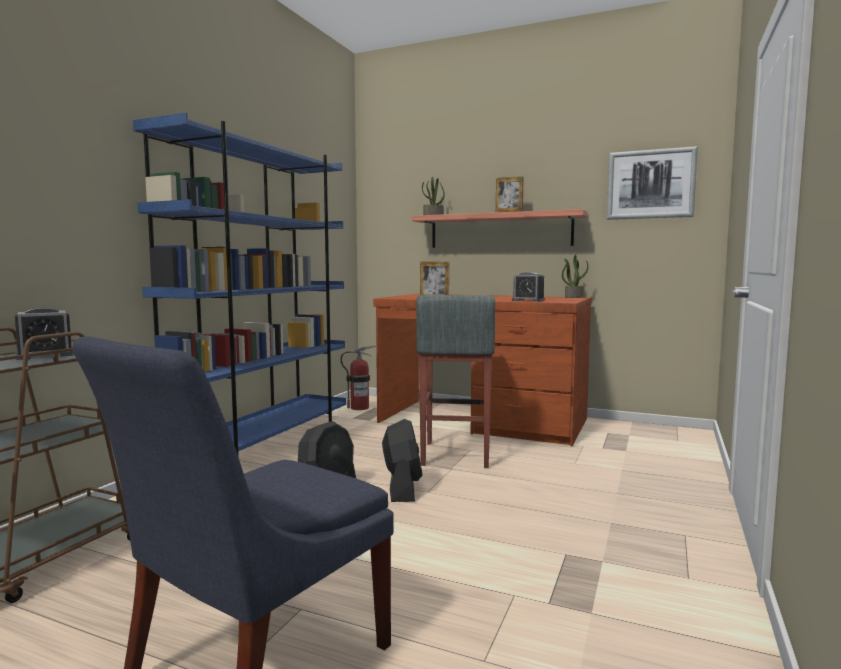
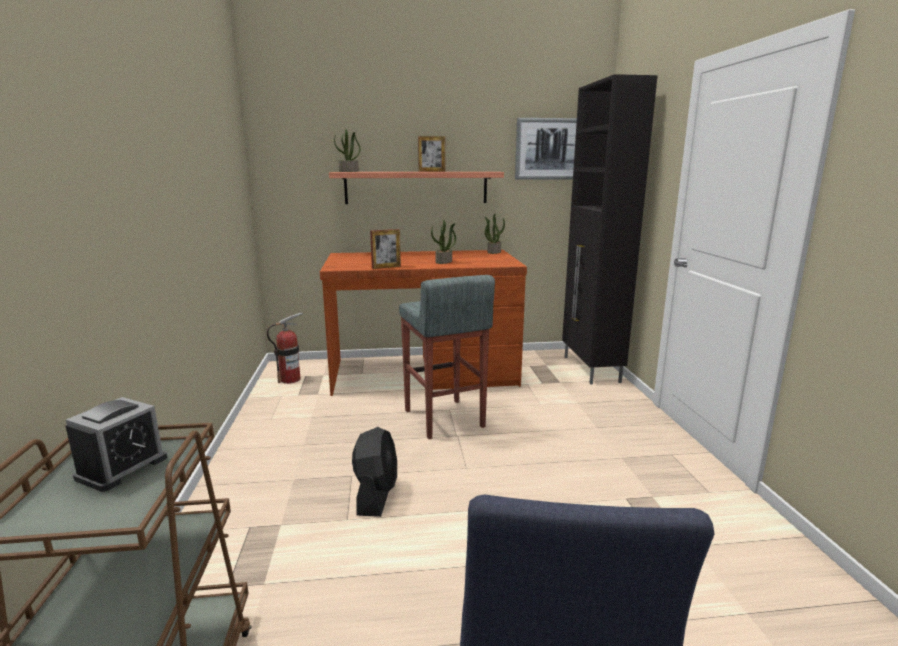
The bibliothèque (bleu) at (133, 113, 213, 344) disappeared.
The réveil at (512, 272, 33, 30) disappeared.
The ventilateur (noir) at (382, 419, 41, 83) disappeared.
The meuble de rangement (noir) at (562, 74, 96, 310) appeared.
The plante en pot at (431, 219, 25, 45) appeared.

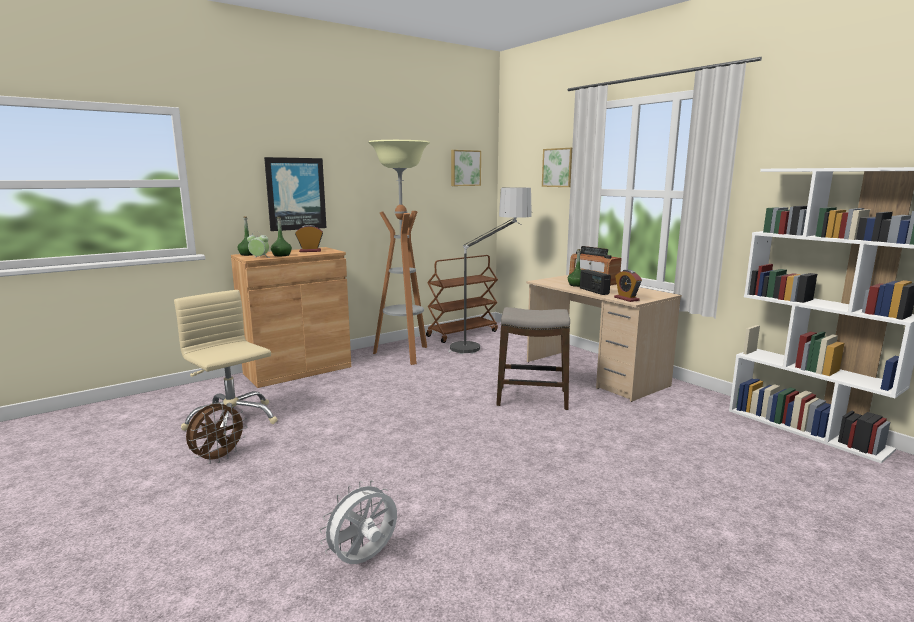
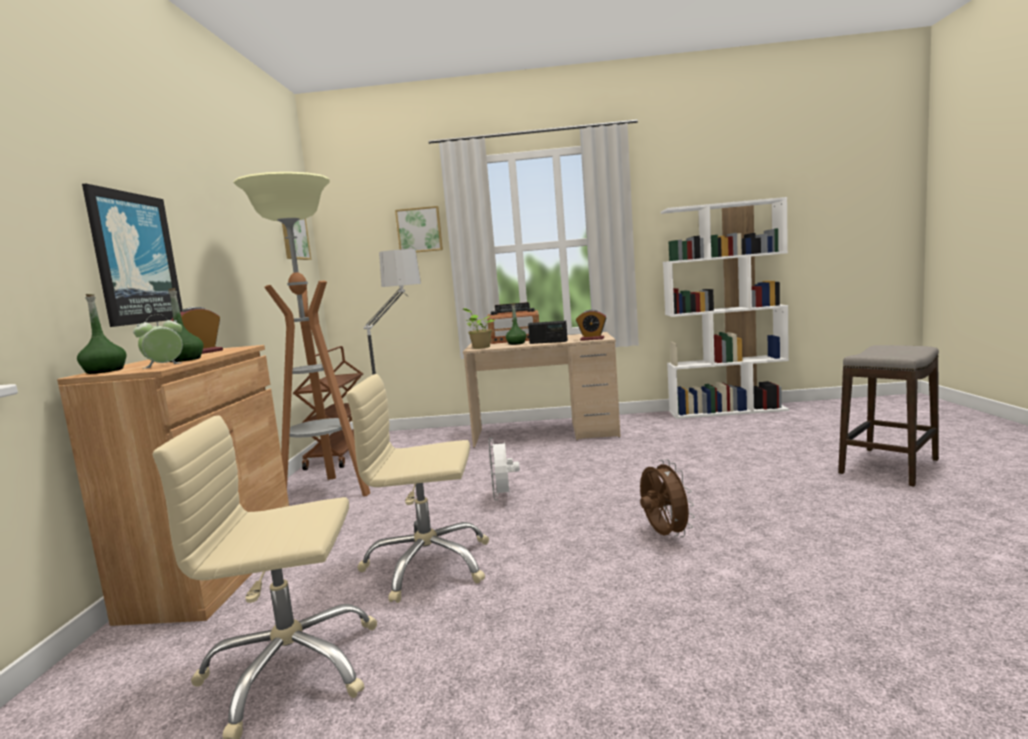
The tabouret moved from (496, 307, 74, 103) to (838, 345, 101, 142).
The ventilateur (marron) moved from (186, 403, 61, 61) to (640, 459, 55, 79).
The ventilateur (blanc) moved from (319, 480, 78, 84) to (489, 437, 31, 63).
The plante en pot at (463, 308, 32, 41) appeared.
The chaise de bureau (beige) at (346, 374, 143, 229) appeared.

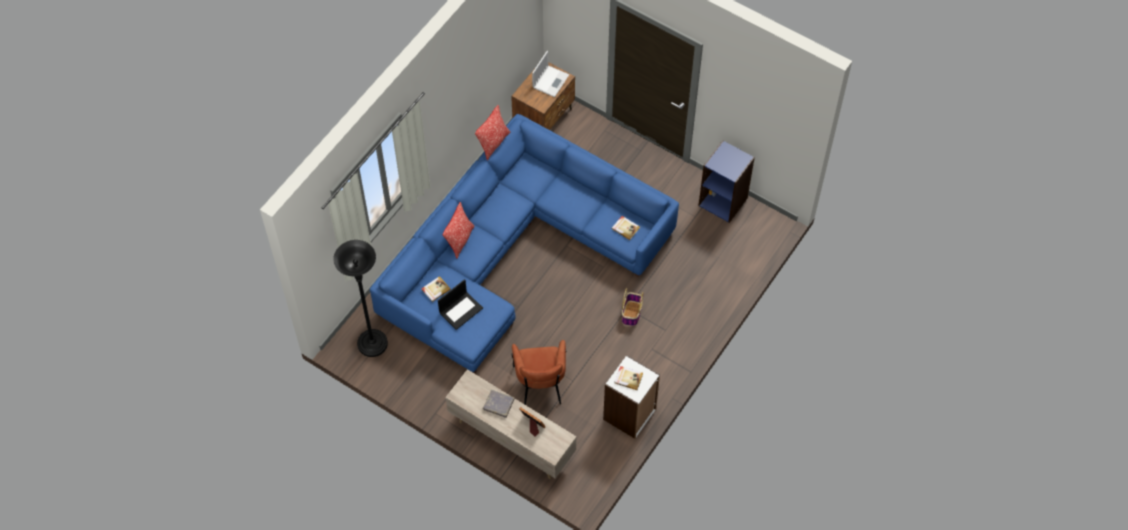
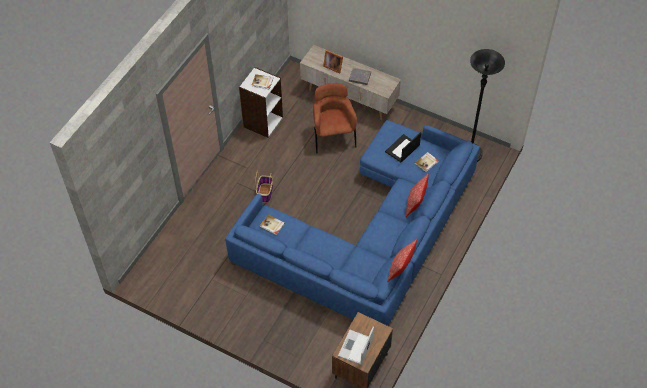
The bibliothèque (bleu) at (698, 140, 57, 83) disappeared.

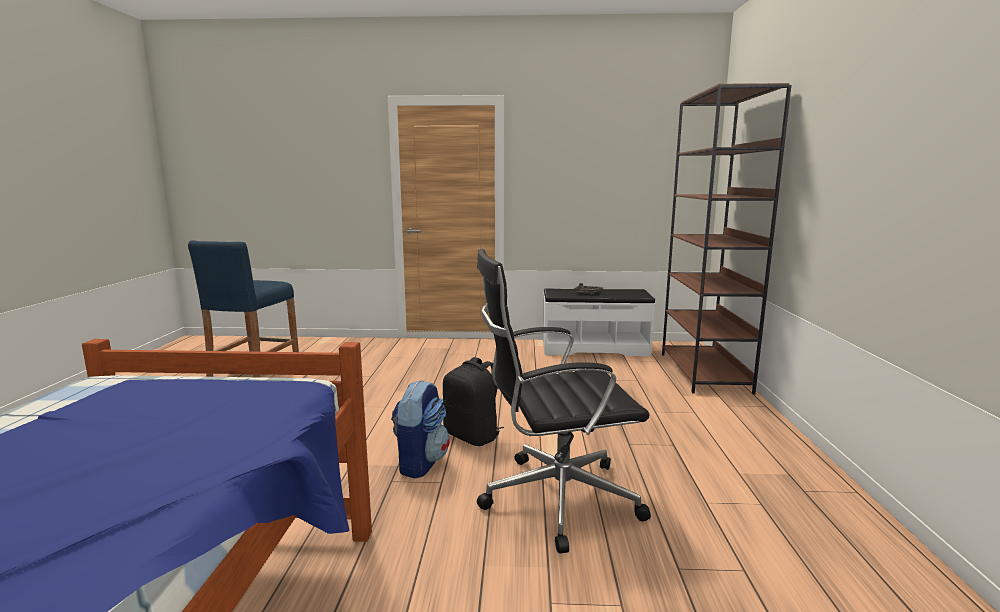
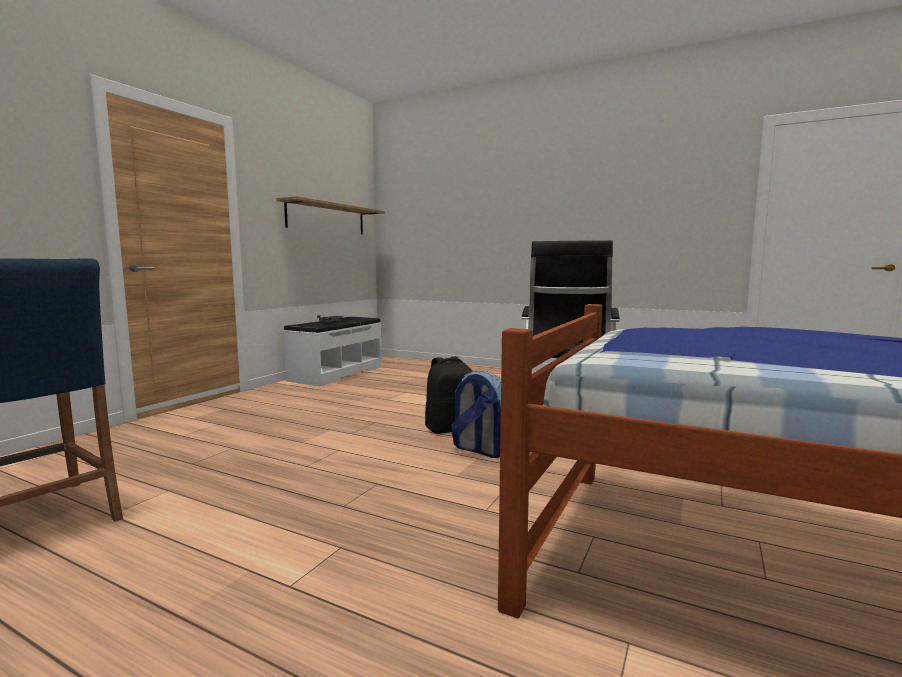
The bibliothèque (marron) at (662, 83, 129, 312) disappeared.
The étagère at (276, 196, 109, 39) appeared.

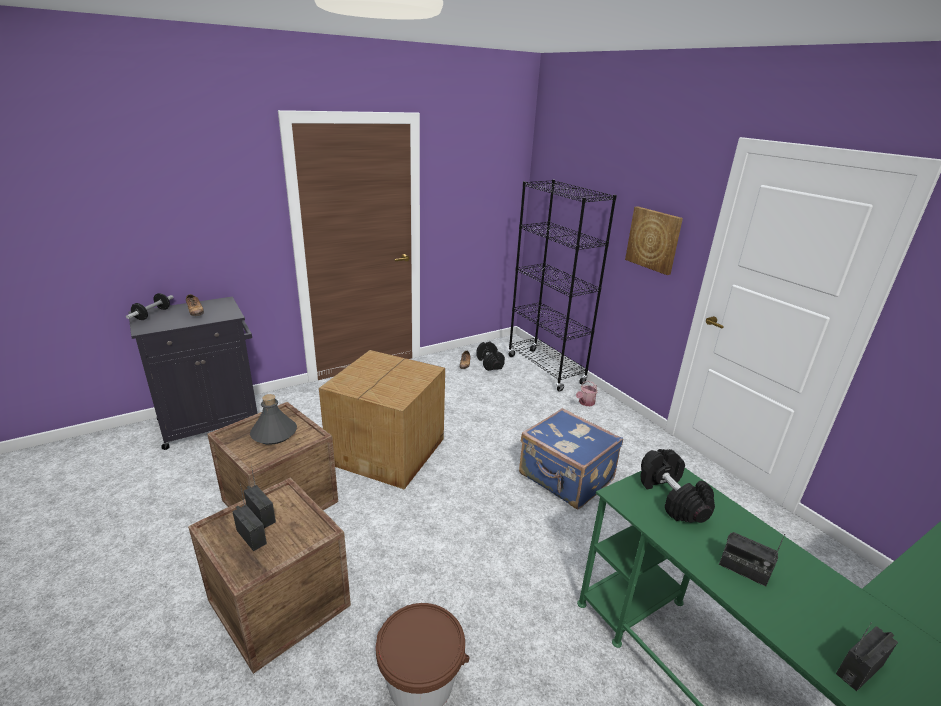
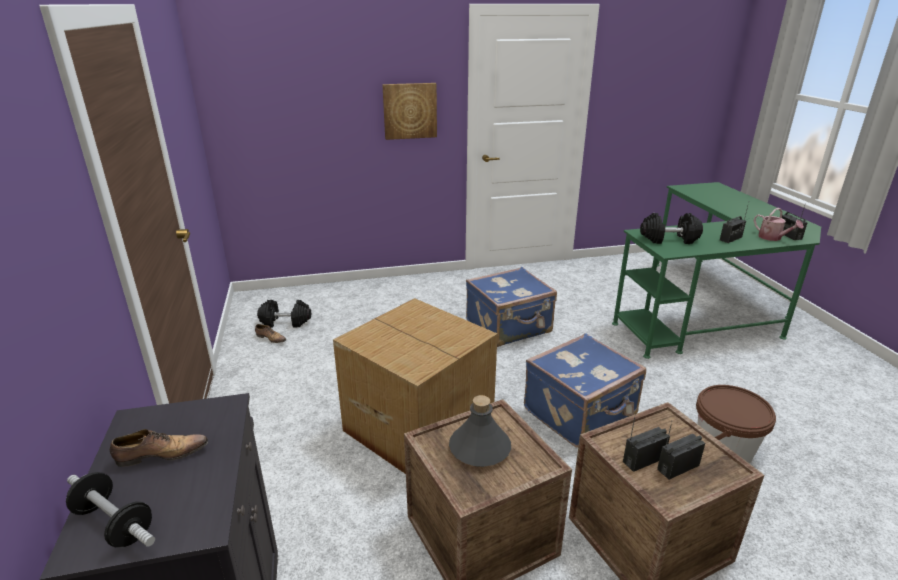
The bibliothèque (noir) at (508, 179, 109, 213) disappeared.
The arrosoir moved from (576, 380, 22, 26) to (754, 208, 50, 33).
The valise (bleu) at (524, 333, 122, 115) appeared.

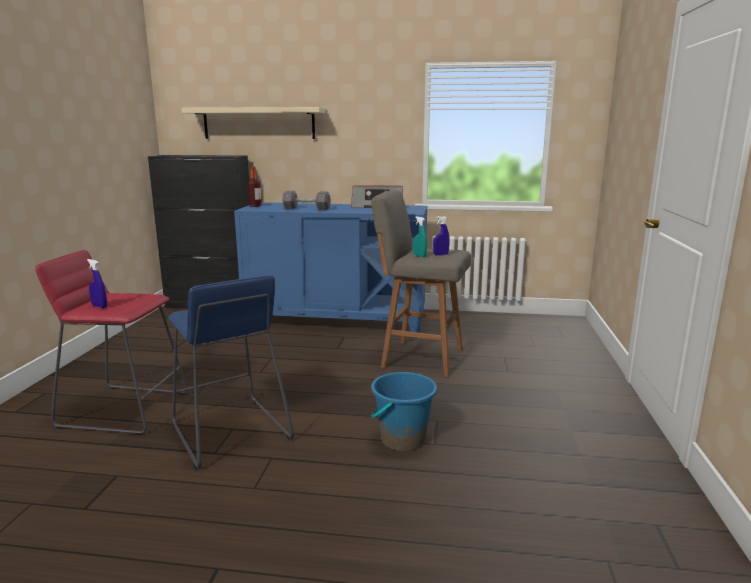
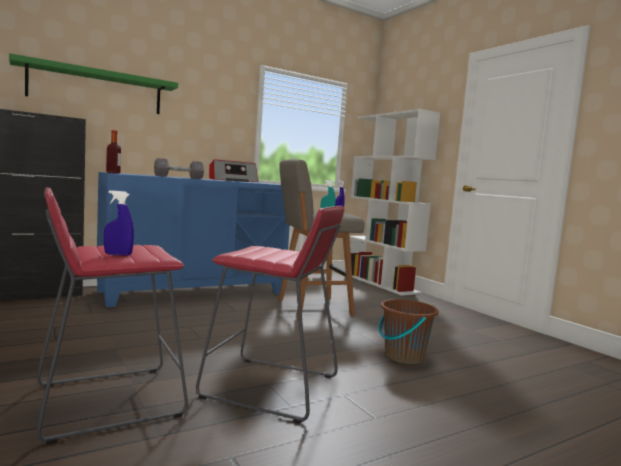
The étagère (beige) at (181, 107, 144, 32) became the étagère (vert) at (9, 53, 169, 61).
The tabouret (bleu) at (168, 275, 126, 194) became the tabouret (rouge) at (196, 206, 149, 217).
The seau (bleu) at (370, 372, 67, 79) became the seau (marron) at (378, 299, 61, 65).
The bibliothèque (blanc) at (345, 109, 95, 187) appeared.

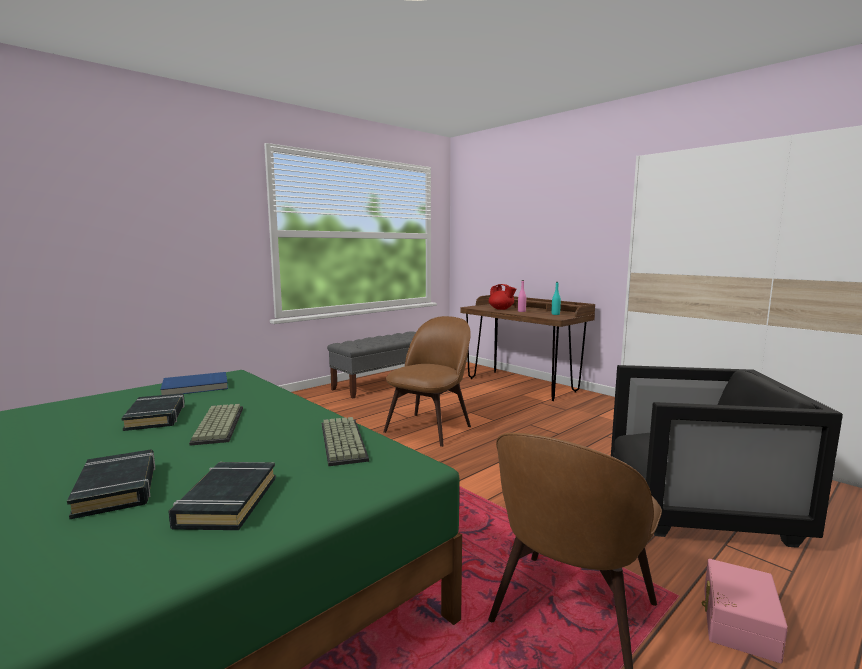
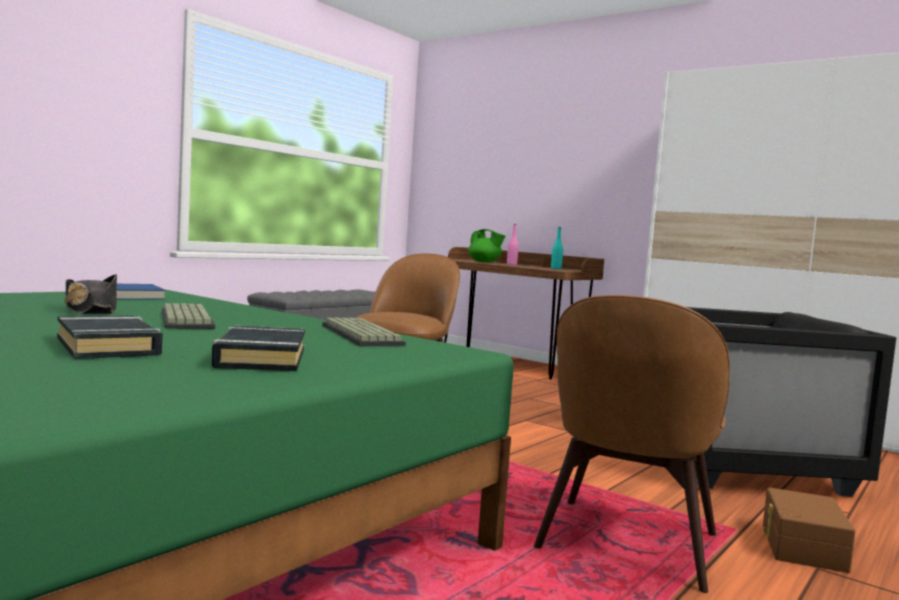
The théière (rouge) at (489, 284, 27, 26) became the théière (vert) at (468, 229, 37, 34).
The livre (noir) at (121, 393, 64, 38) was replaced by the chapeau (noir) at (64, 274, 53, 40).
The boîte de rangement (rose) at (702, 559, 86, 104) became the boîte de rangement (marron) at (763, 487, 93, 86).

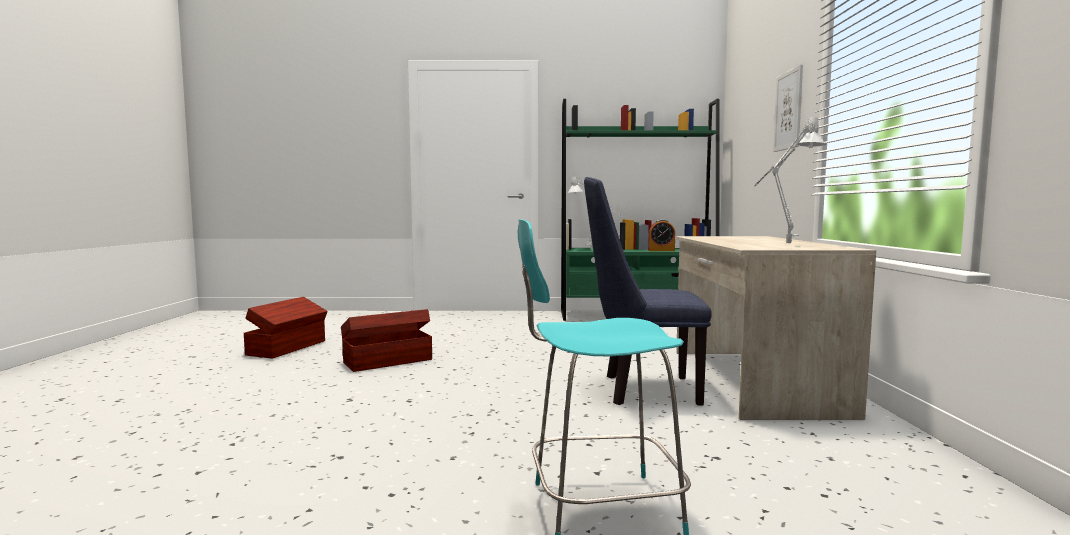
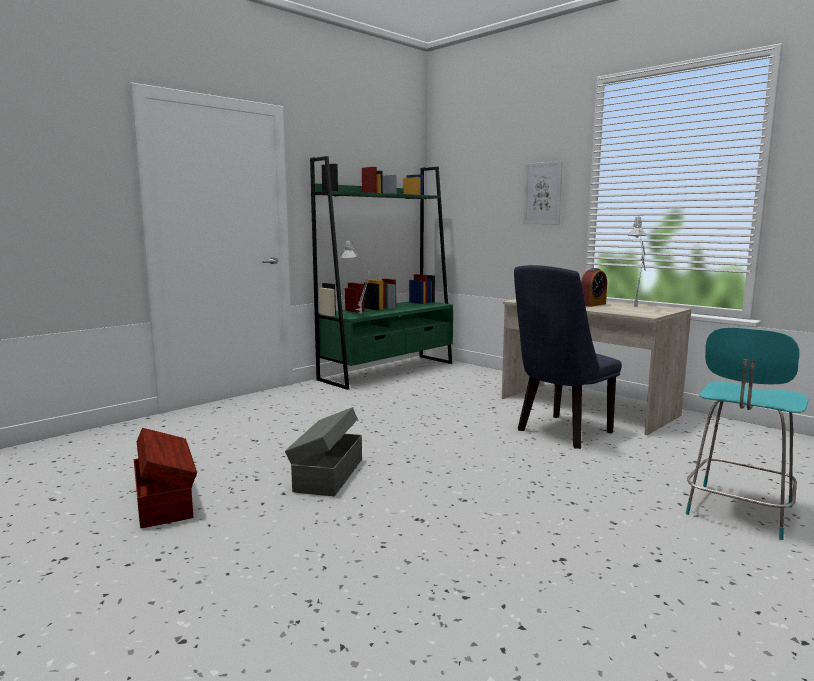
The réveil moved from (648, 219, 27, 32) to (581, 268, 26, 39).
The boîte de rangement (marron) at (341, 309, 91, 63) became the boîte de rangement (gris) at (285, 407, 77, 89).

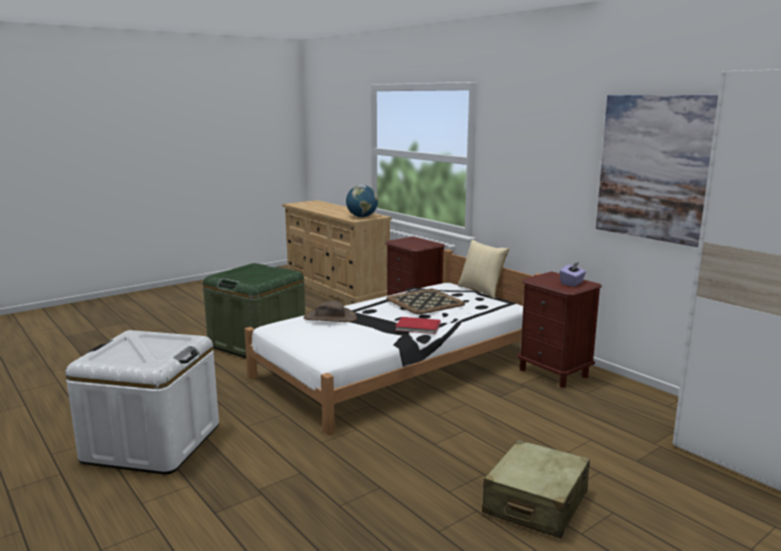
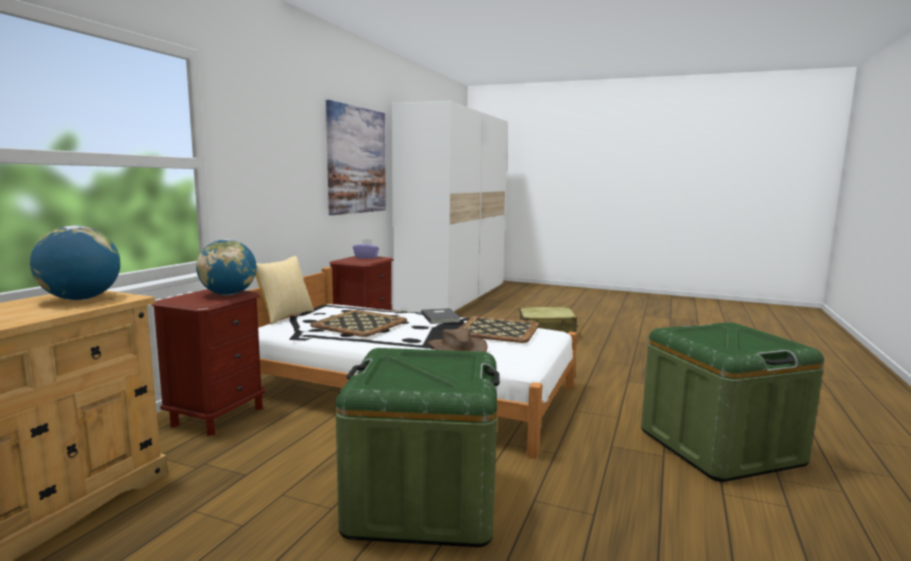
The livre (rouge) at (395, 317, 46, 17) became the livre (gris) at (421, 308, 40, 16).
The boîte de rangement (blanc) at (65, 330, 154, 144) became the boîte de rangement (vert) at (641, 322, 183, 160).
The globe at (196, 239, 61, 56) appeared.
The plateau at (458, 316, 82, 27) appeared.

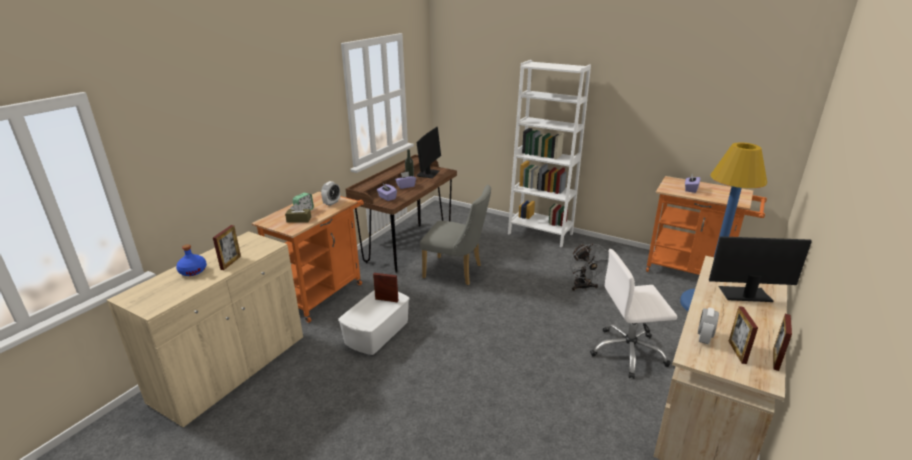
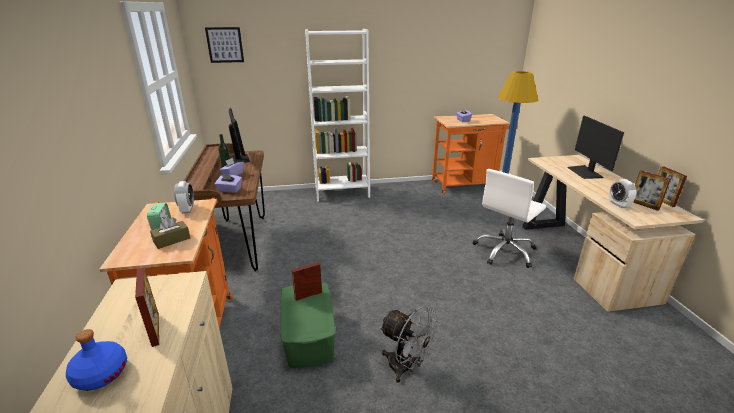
The chaise (gris) at (420, 185, 71, 100) disappeared.
The écran d'ordinateur at (709, 236, 103, 66) turned 60 degrees counterclockwise.
The ventilateur (gris) moved from (570, 243, 39, 48) to (379, 306, 62, 77).
The boîte de rangement (blanc) at (338, 290, 71, 65) became the boîte de rangement (vert) at (281, 283, 55, 85).
The tableau at (205, 27, 39, 36) appeared.

